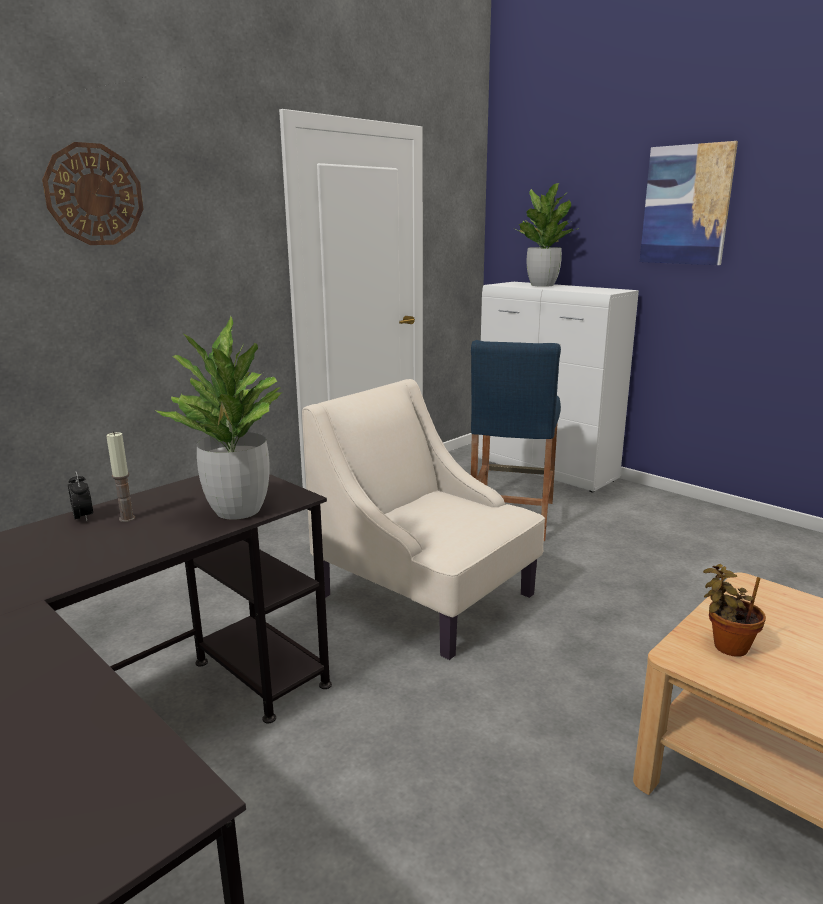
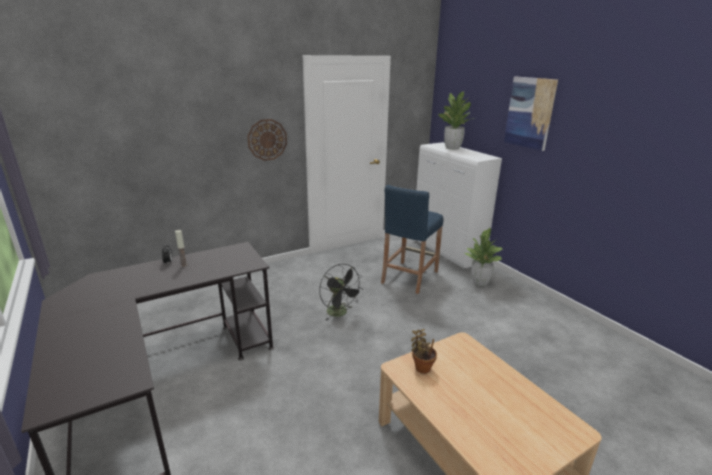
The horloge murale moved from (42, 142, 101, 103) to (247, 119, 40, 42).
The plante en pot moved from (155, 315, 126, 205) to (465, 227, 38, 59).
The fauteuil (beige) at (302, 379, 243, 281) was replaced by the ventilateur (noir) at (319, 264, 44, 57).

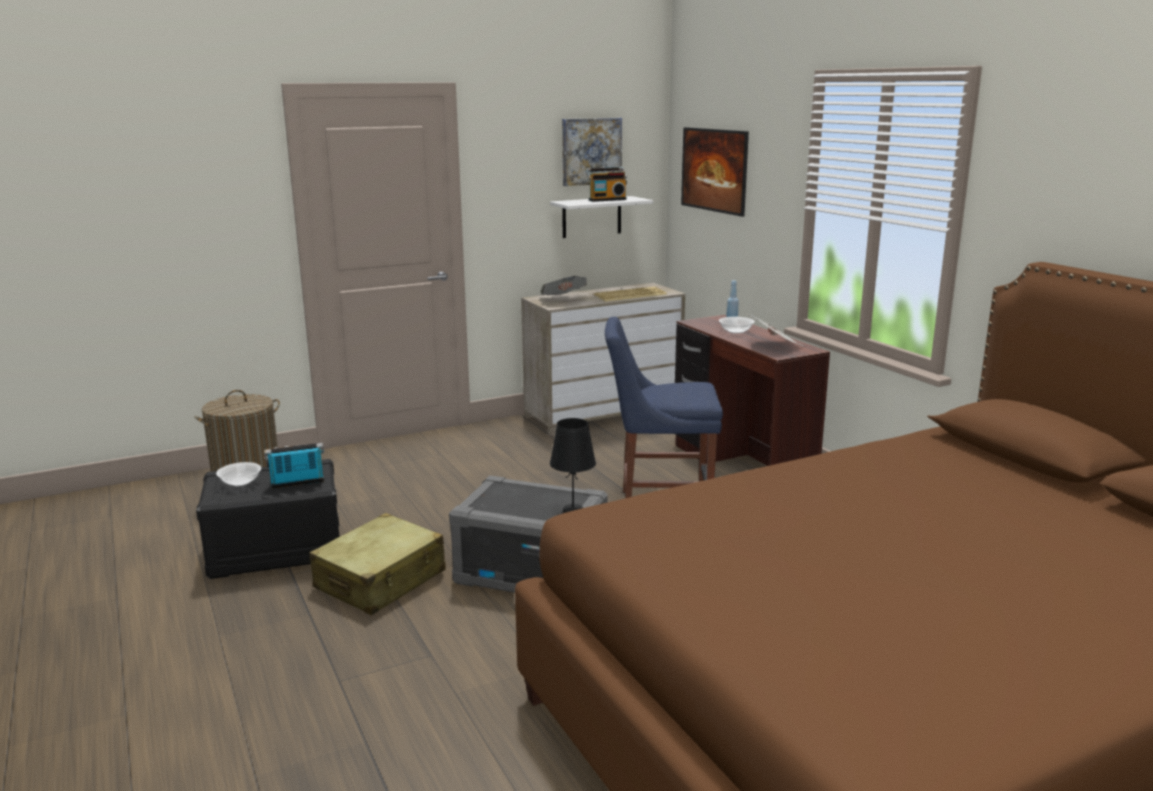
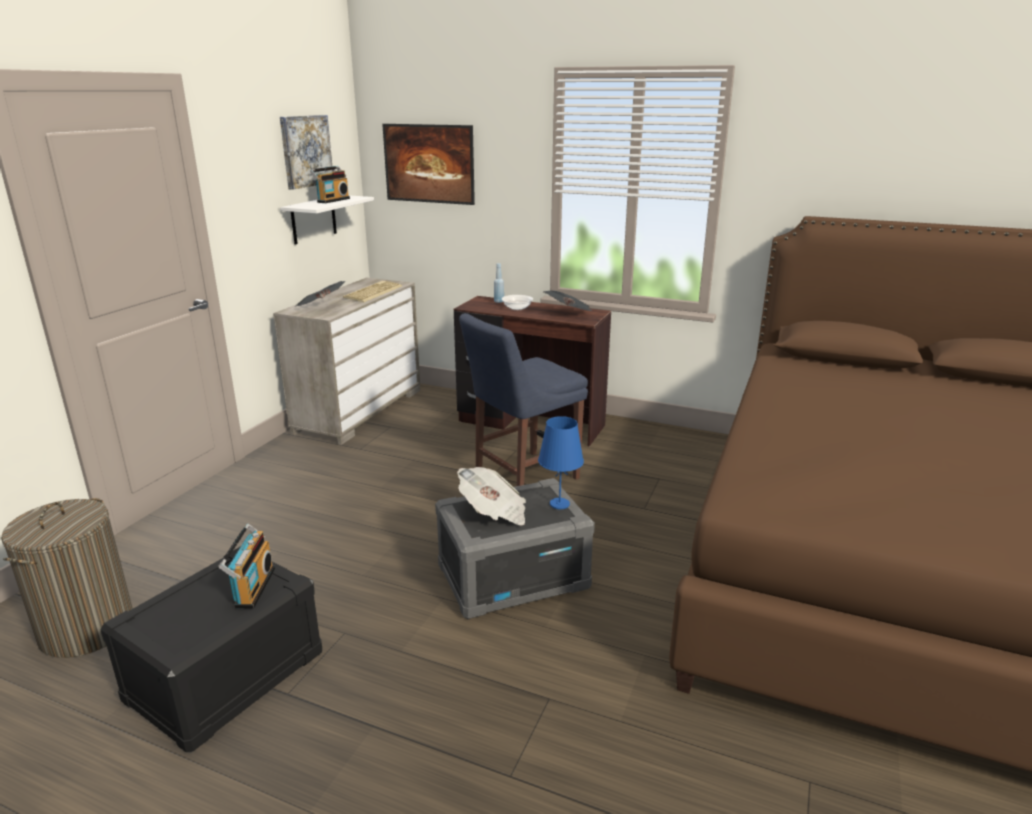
The lampe de table (noir) at (550, 418, 46, 95) became the lampe de table (bleu) at (538, 416, 46, 93).
The radio at (264, 443, 60, 46) turned 150 degrees clockwise.
The bol at (216, 462, 45, 25) disappeared.
The valise (beige) at (309, 513, 137, 102) disappeared.
The journal at (457, 467, 69, 59) appeared.

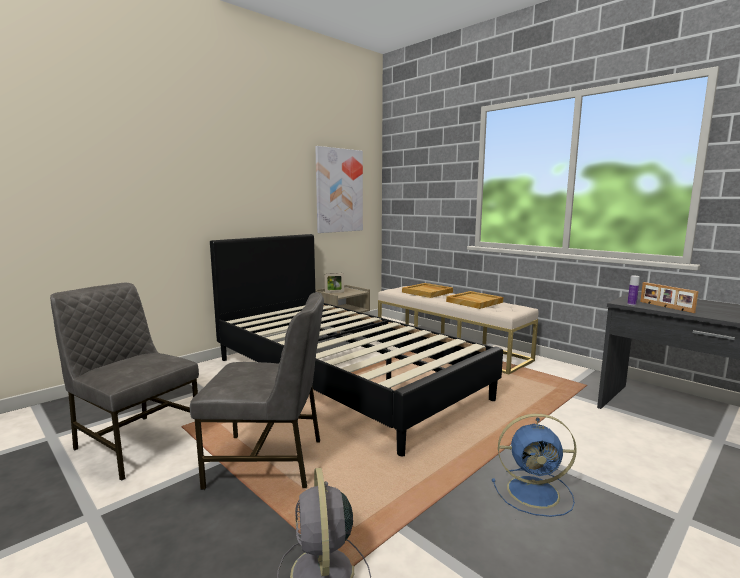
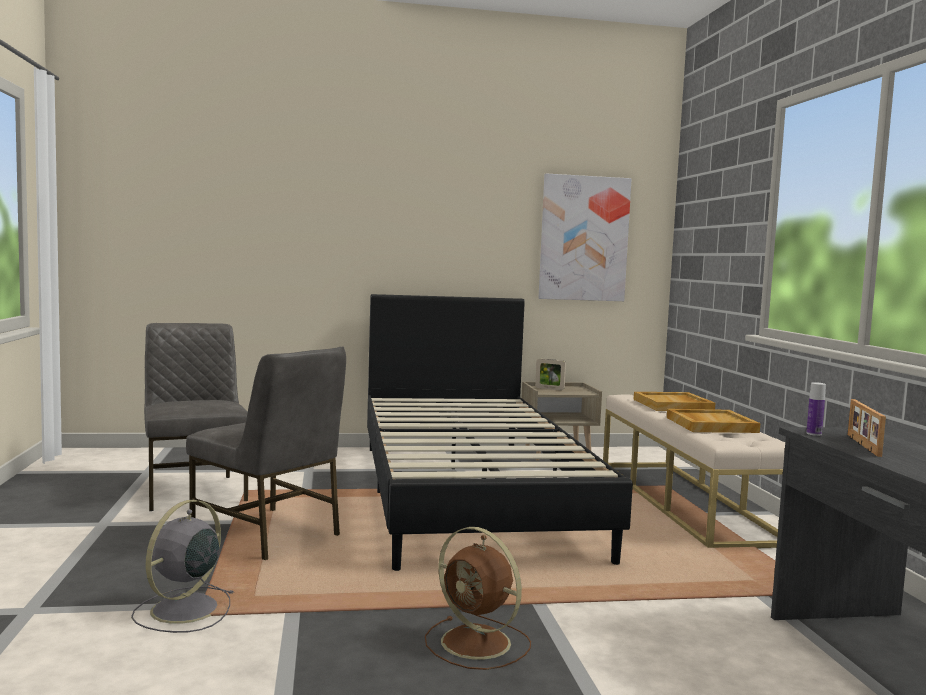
The ventilateur (bleu) at (492, 414, 85, 103) became the ventilateur (marron) at (425, 527, 106, 143).

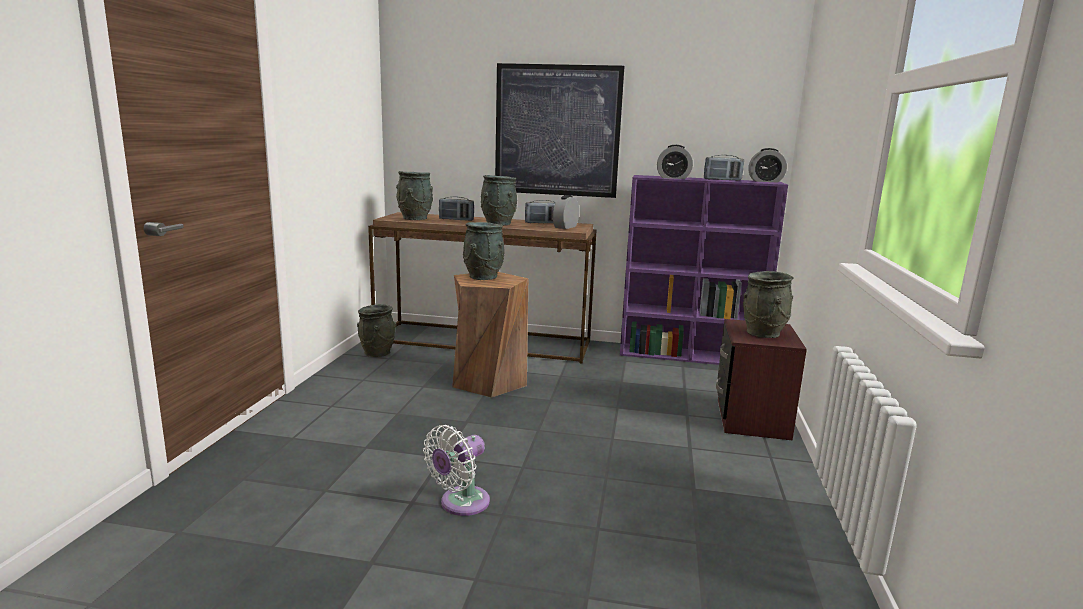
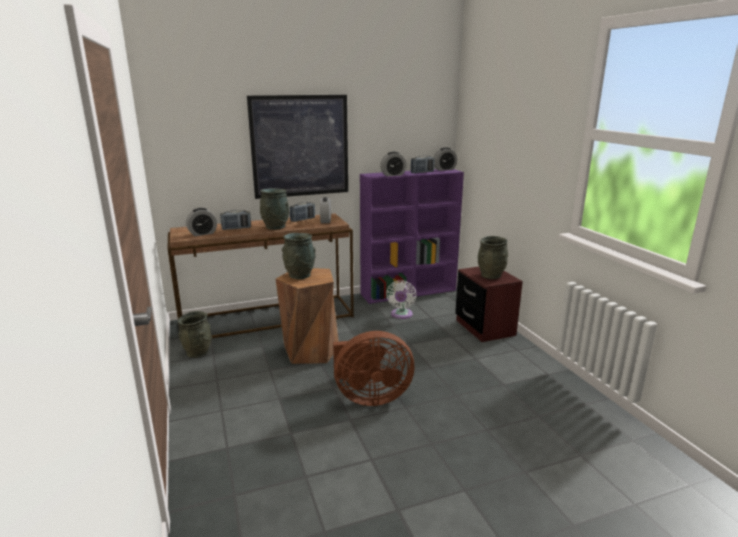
The vase (gris) at (396, 171, 37, 49) was replaced by the réveil at (186, 208, 31, 28).
The ventilateur (blanc) moved from (423, 425, 67, 91) to (386, 280, 30, 39).
The ventilateur (marron) at (333, 331, 81, 75) appeared.

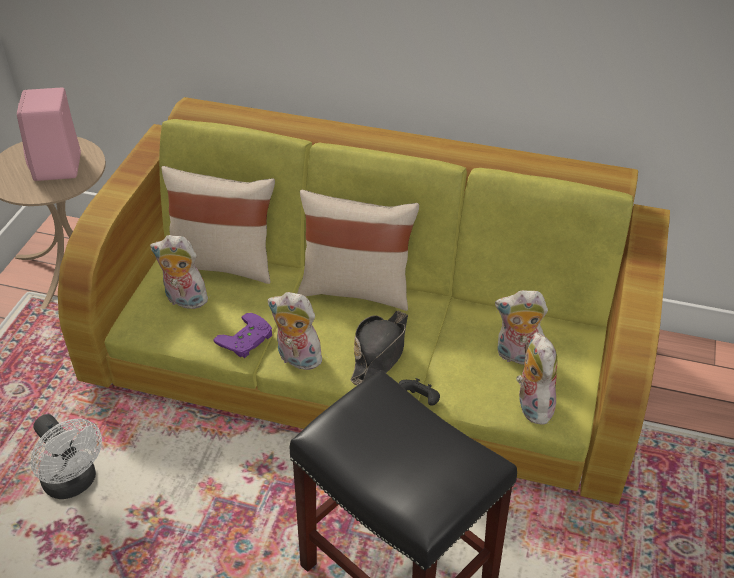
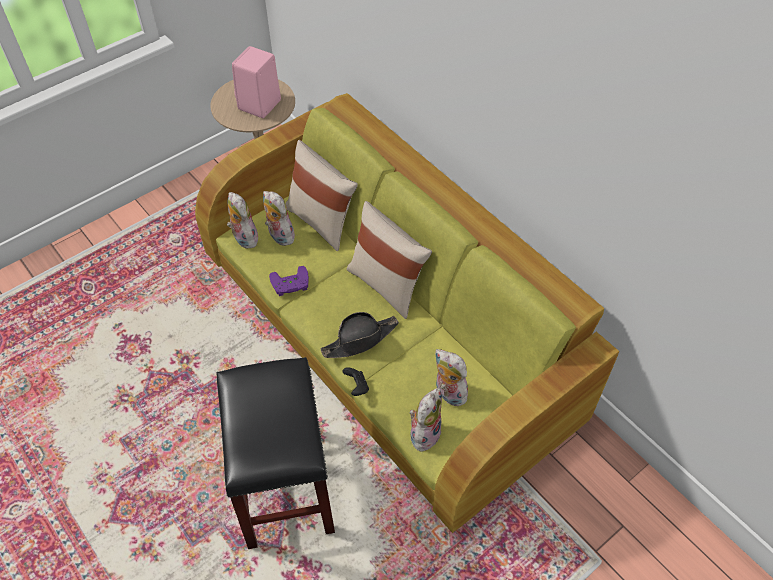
The peluche moved from (268, 292, 54, 80) to (227, 192, 31, 57).
The ventilateur (blanc) at (31, 414, 71, 85) disappeared.

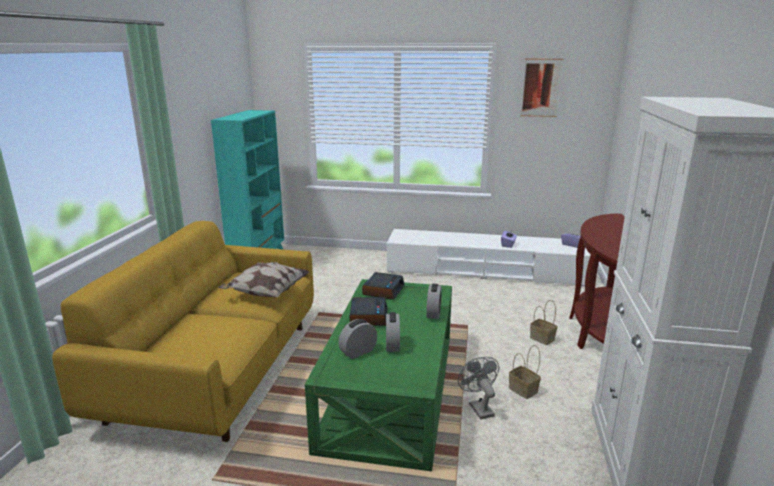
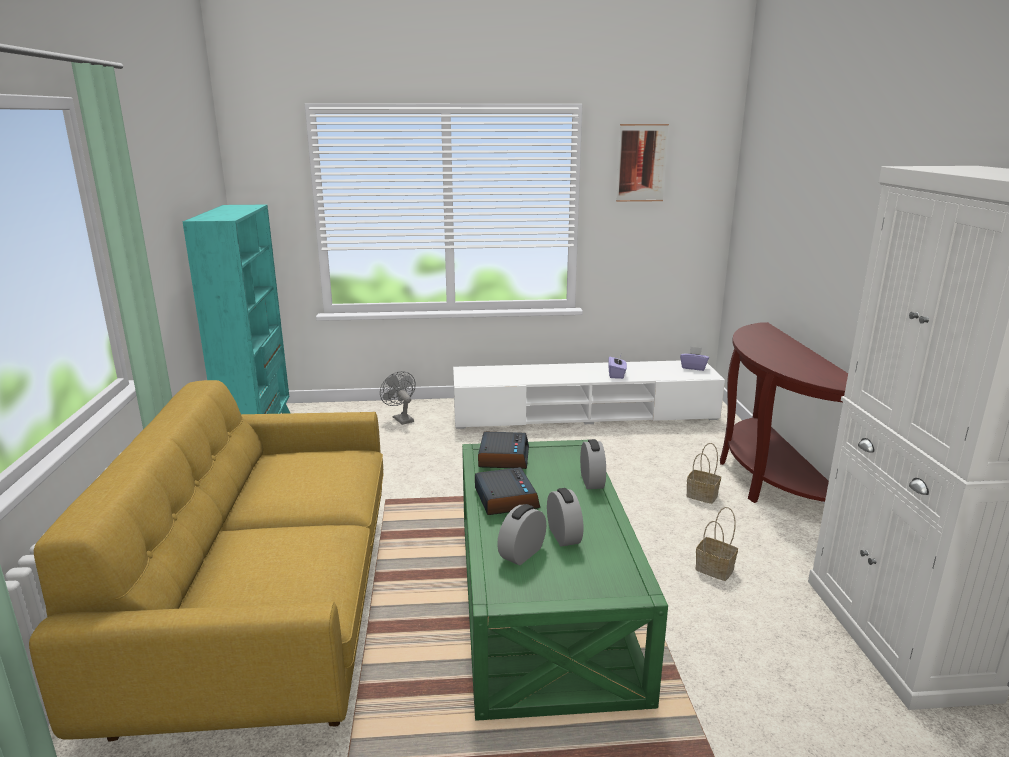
The coussin at (218, 262, 91, 35) disappeared.
The ventilateur (gris) moved from (458, 357, 42, 62) to (380, 371, 36, 54).

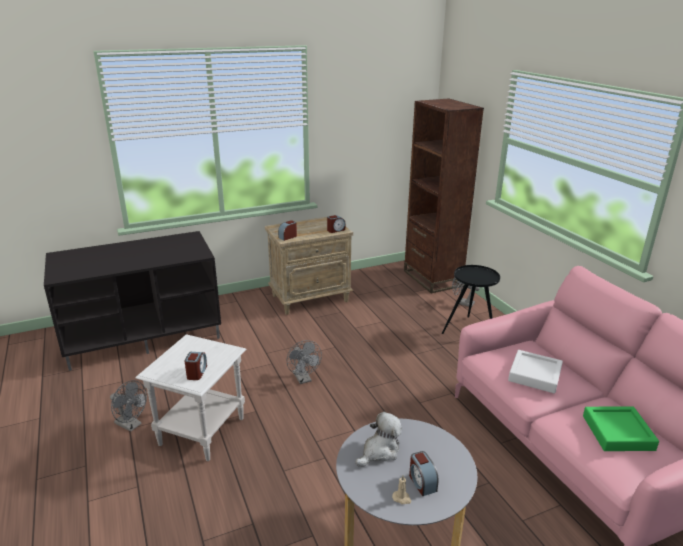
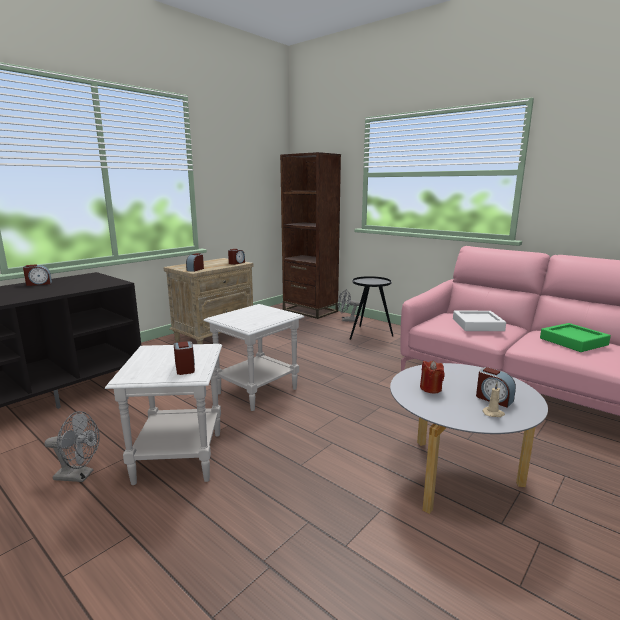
The ventilateur (gris) at (287, 340, 35, 44) was replaced by the table d'appoint (blanc) at (203, 304, 101, 107).
The peluche at (355, 412, 47, 55) was replaced by the bougie (rouge) at (420, 360, 25, 33).
The réveil at (23, 264, 29, 22) appeared.

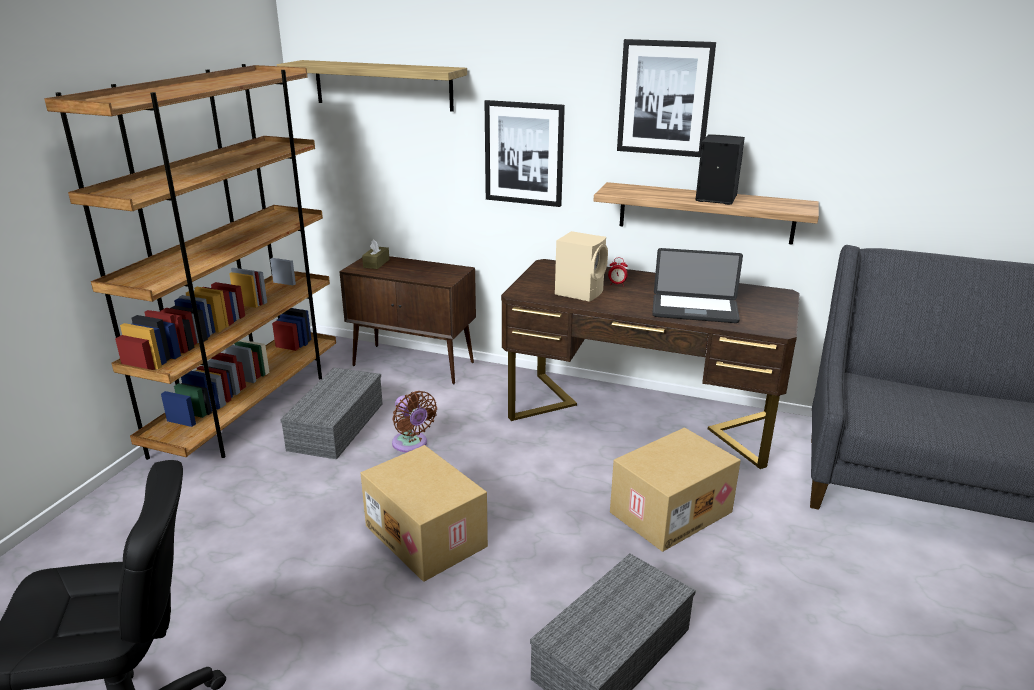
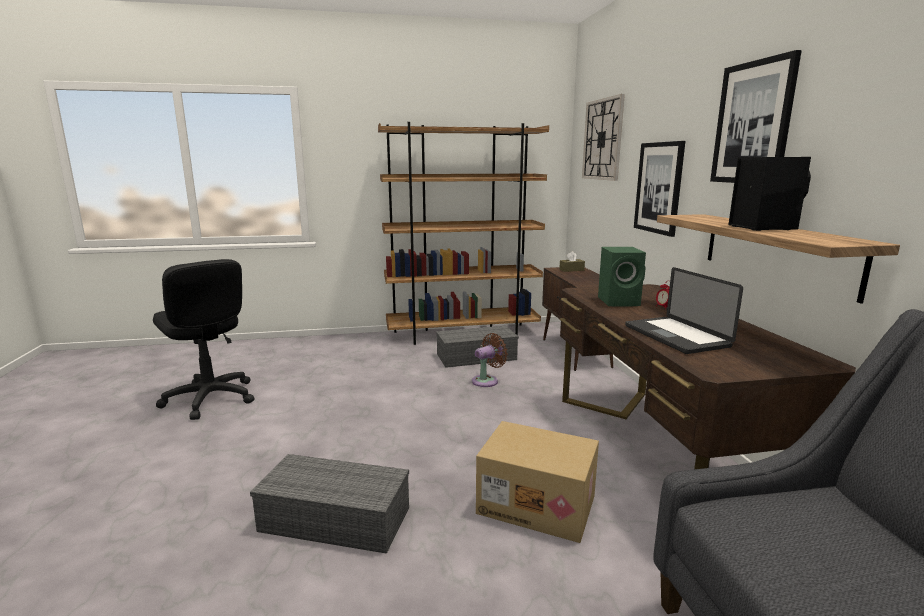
The étagère at (277, 60, 190, 52) was replaced by the horloge murale at (582, 94, 43, 87).
The enceinte (beige) at (555, 231, 53, 71) became the enceinte (vert) at (598, 247, 48, 60).
The ventilateur (marron) at (392, 391, 45, 61) turned 150 degrees counterclockwise.
The carton at (361, 445, 127, 137) disappeared.

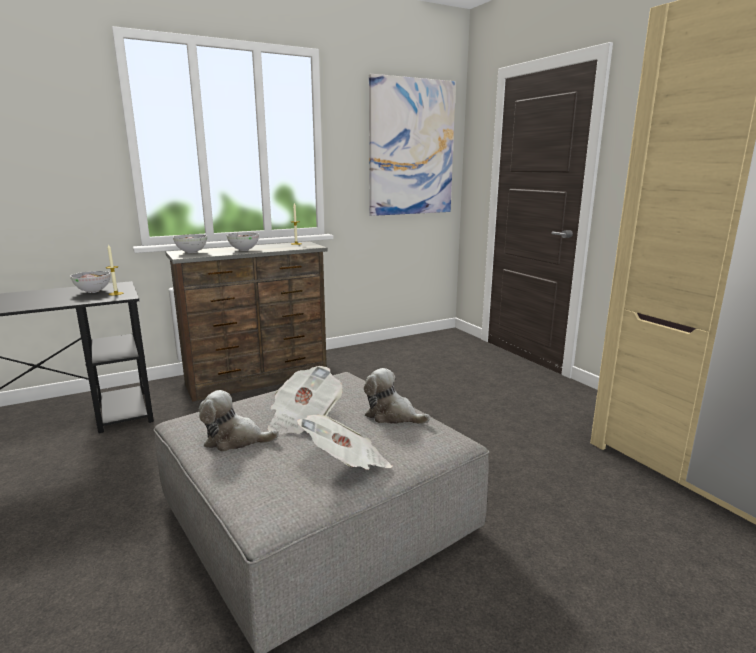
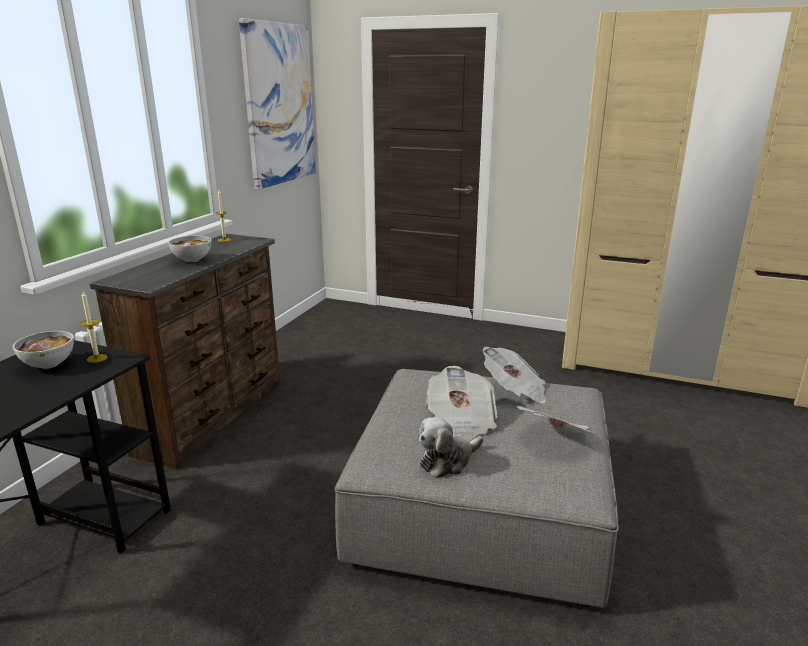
The bol at (173, 234, 34, 19) disappeared.
The peluche at (364, 368, 66, 56) was replaced by the journal at (483, 347, 63, 57).

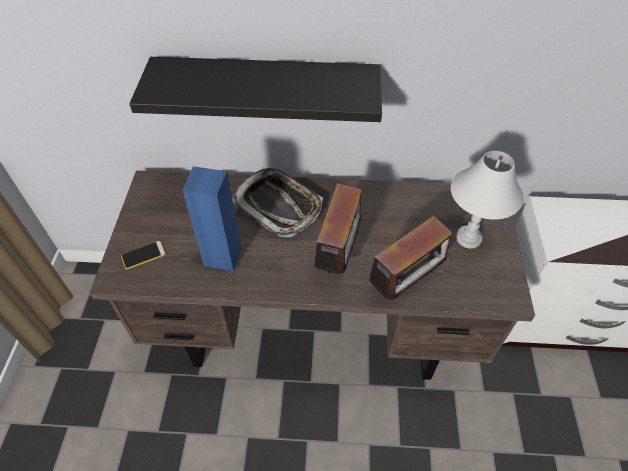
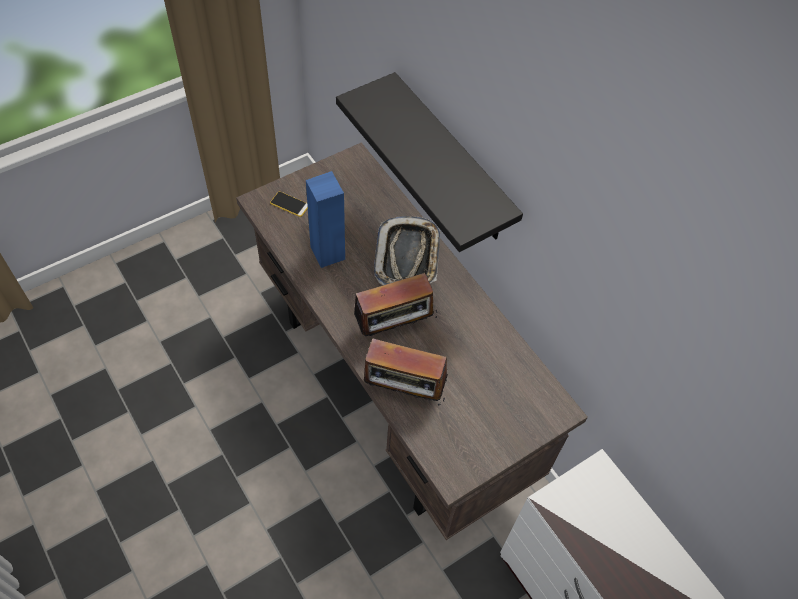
The lampe de table (blanc) at (451, 151, 73, 98) disappeared.

